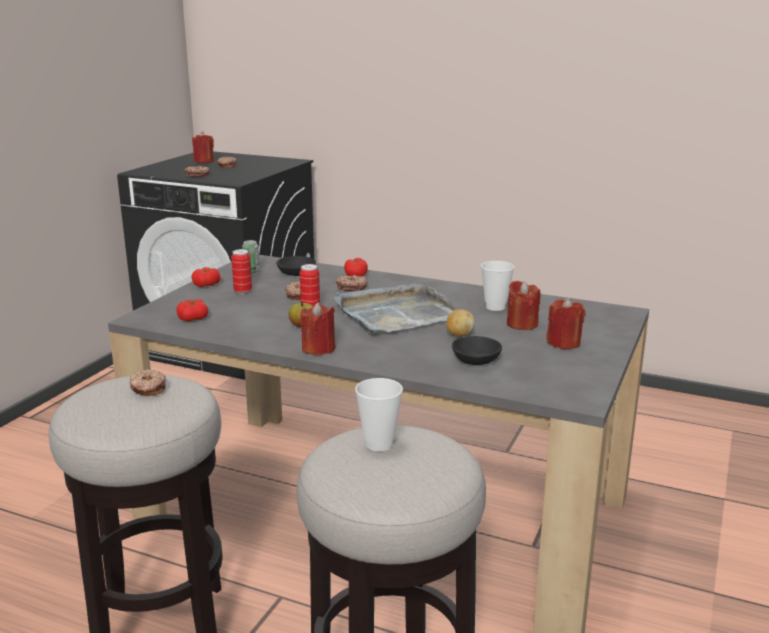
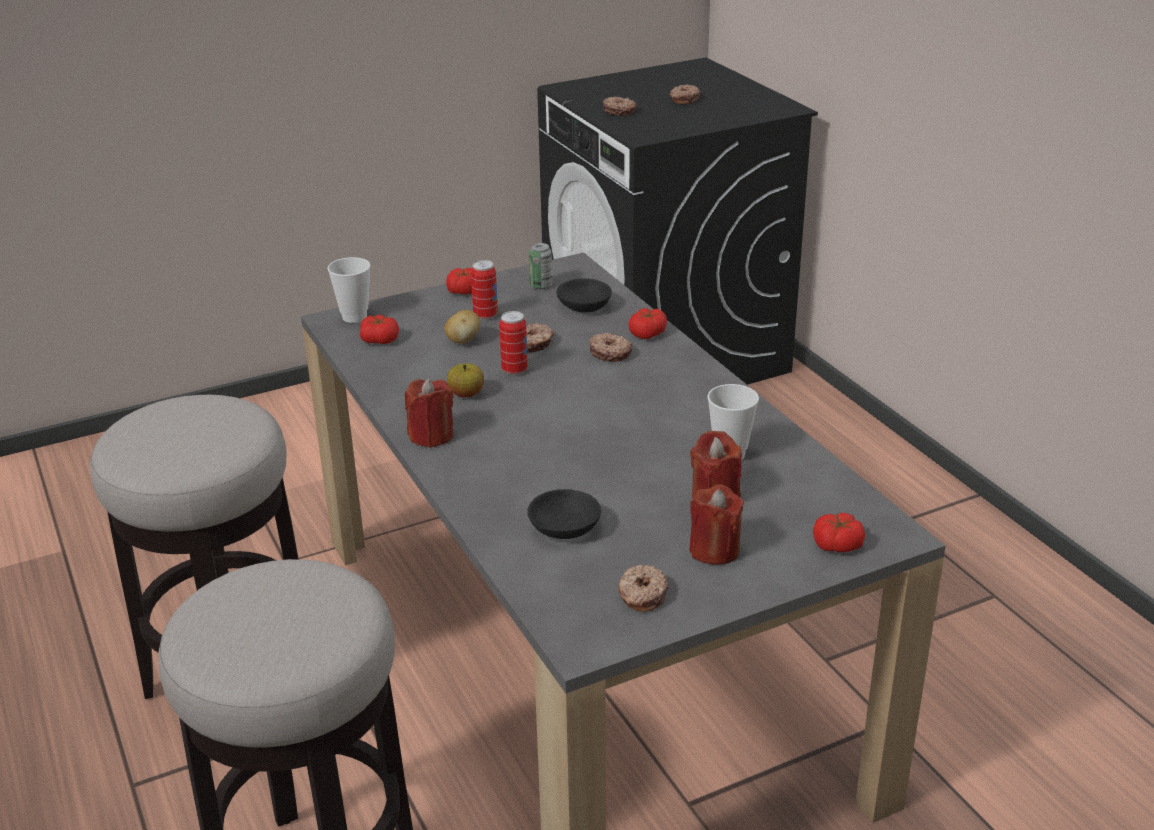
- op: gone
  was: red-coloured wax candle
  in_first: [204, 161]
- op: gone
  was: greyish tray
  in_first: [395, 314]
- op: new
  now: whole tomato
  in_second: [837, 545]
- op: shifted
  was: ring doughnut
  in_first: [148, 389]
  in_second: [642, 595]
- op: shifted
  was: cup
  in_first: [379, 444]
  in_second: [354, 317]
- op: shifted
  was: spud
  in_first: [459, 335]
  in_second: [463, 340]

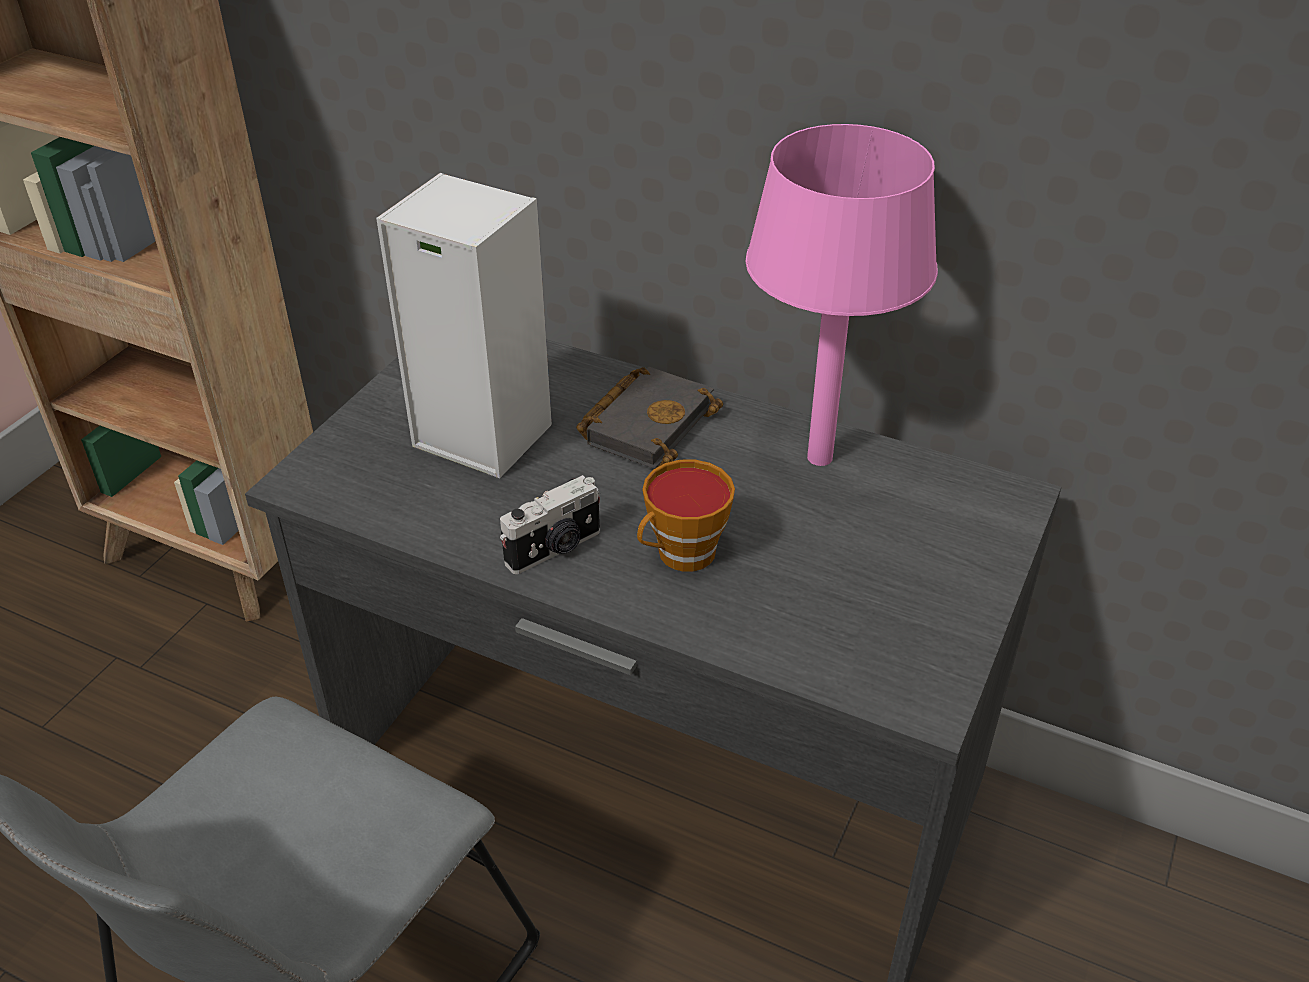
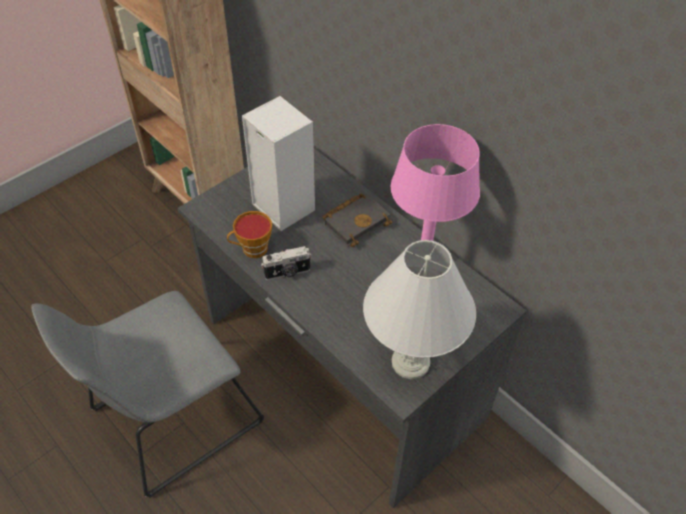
- op: new
  now: white table lamp
  in_second: [409, 362]
- op: shifted
  was: cup
  in_first: [681, 555]
  in_second: [252, 250]

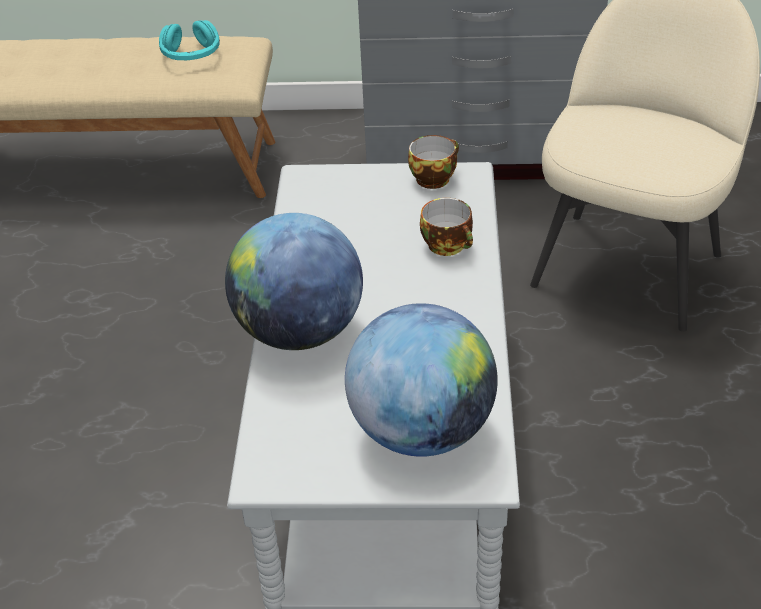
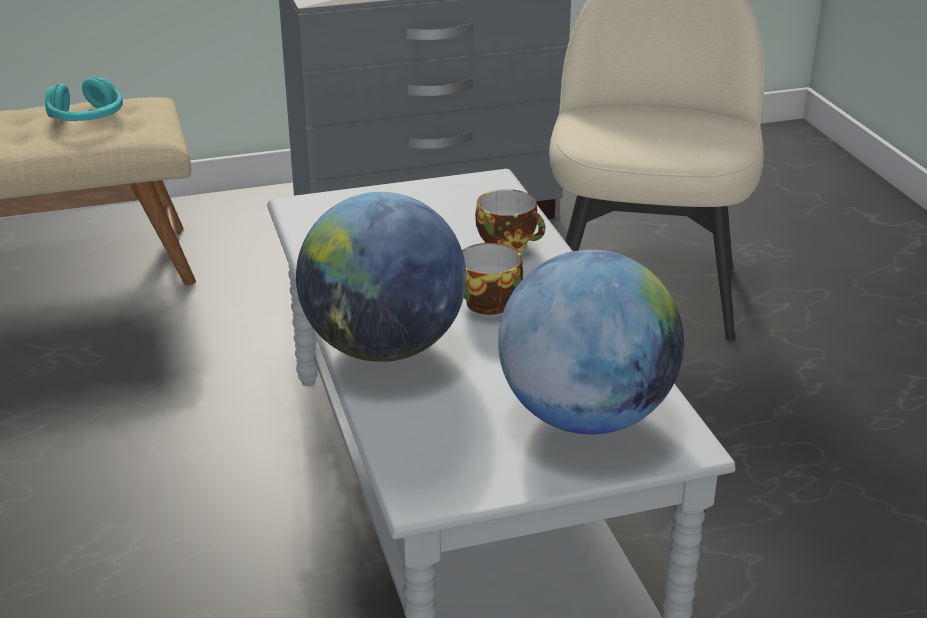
- op: shifted
  was: cup
  in_first: [433, 177]
  in_second: [489, 301]

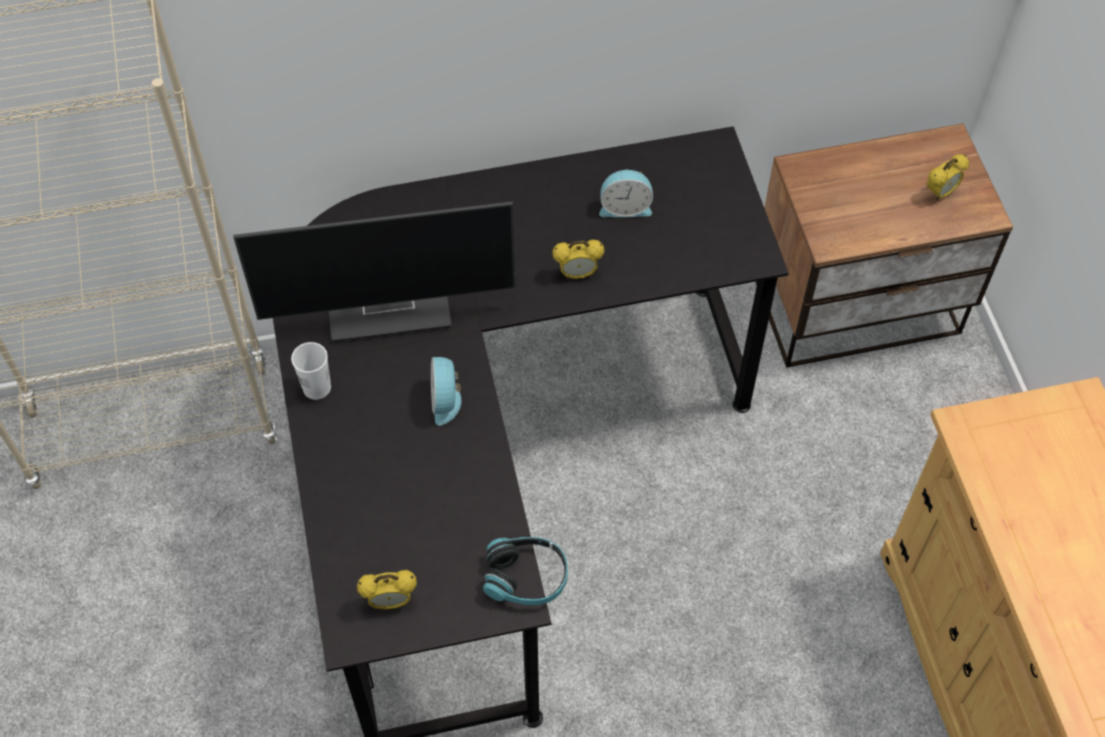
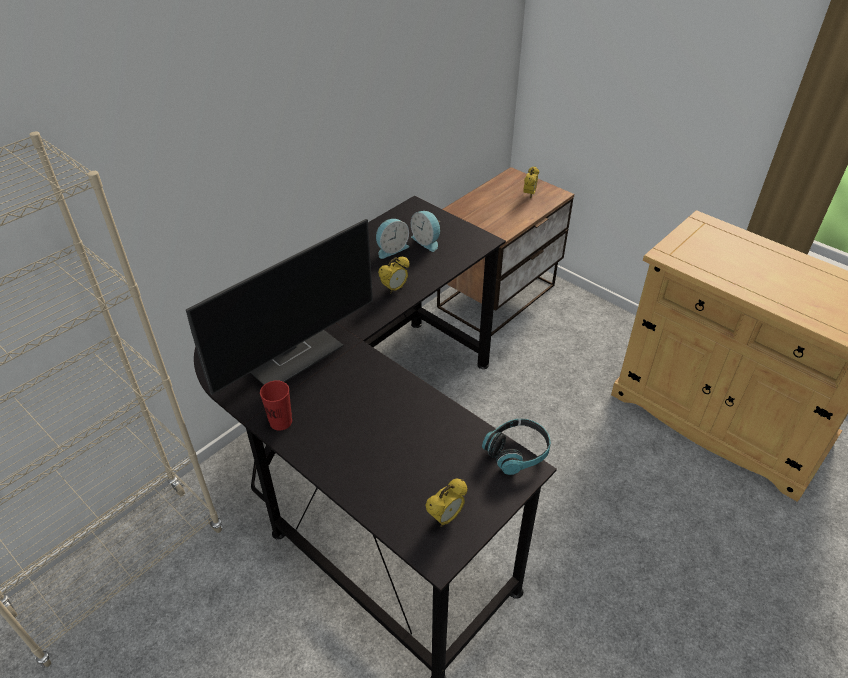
- op: shifted
  was: table clock
  in_first: [446, 400]
  in_second: [427, 241]
- op: repainted
  was: white cup
  now: red-coloured cup
  in_first: [317, 388]
  in_second: [281, 422]

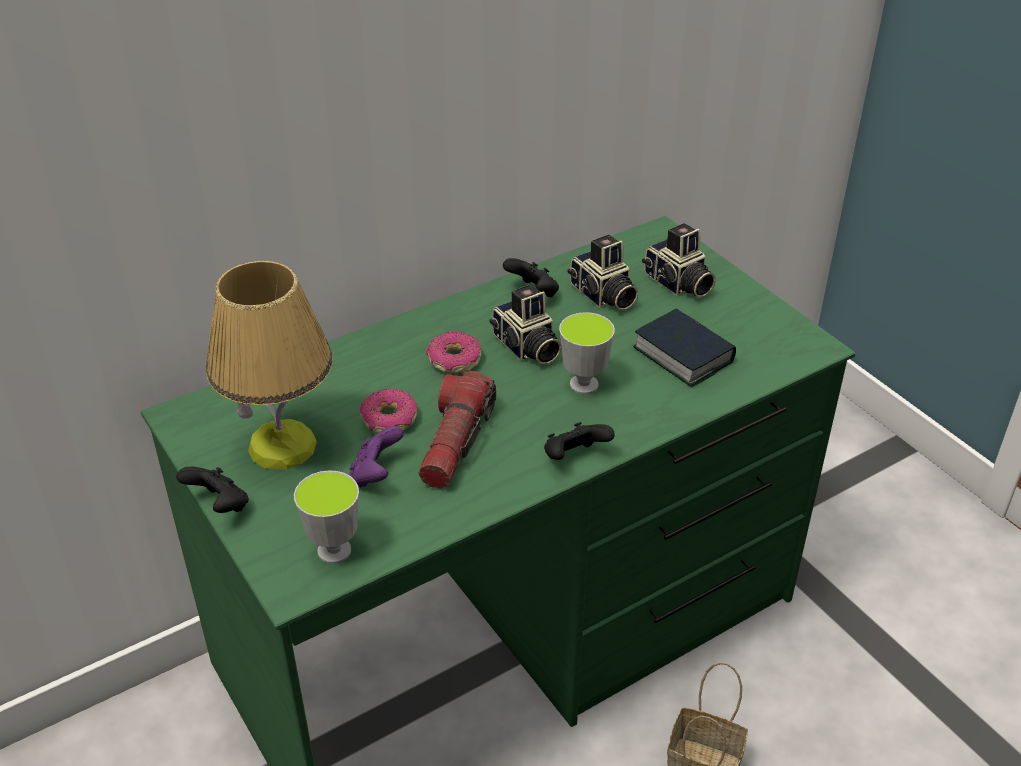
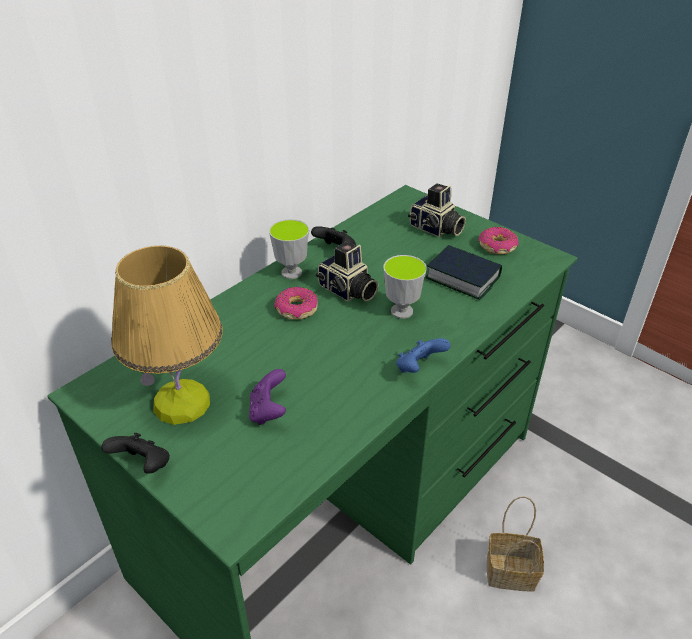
- op: gone
  was: flashlight
  in_first: [455, 442]
- op: gone
  was: photo camera
  in_first: [602, 296]
- op: shifted
  was: cup
  in_first: [334, 551]
  in_second: [291, 273]
- op: shifted
  was: ring doughnut
  in_first: [389, 420]
  in_second: [497, 246]
- op: repainted
  was: blackish gamepad
  now: bluish gamepad
  in_first: [574, 458]
  in_second: [419, 368]

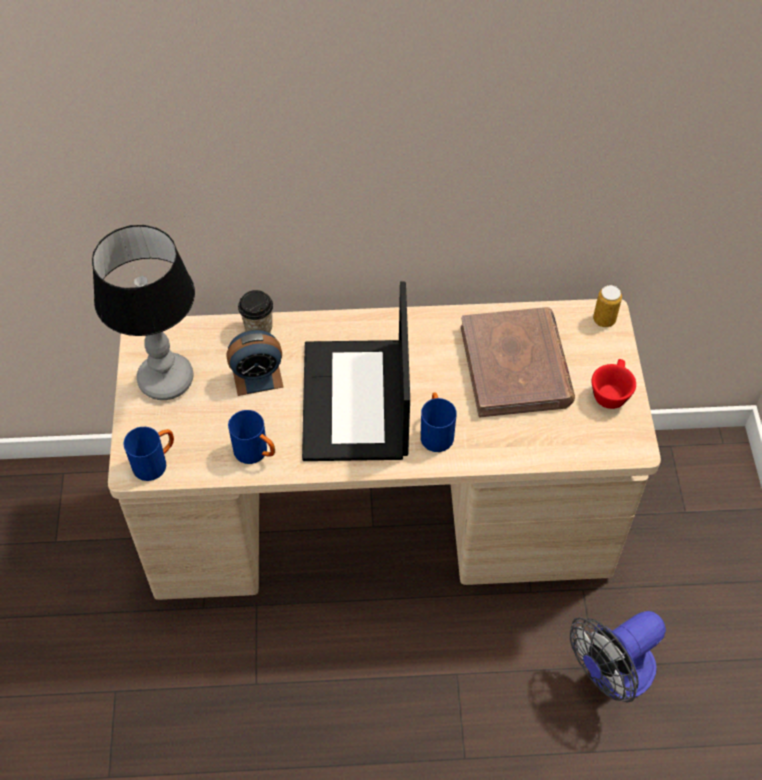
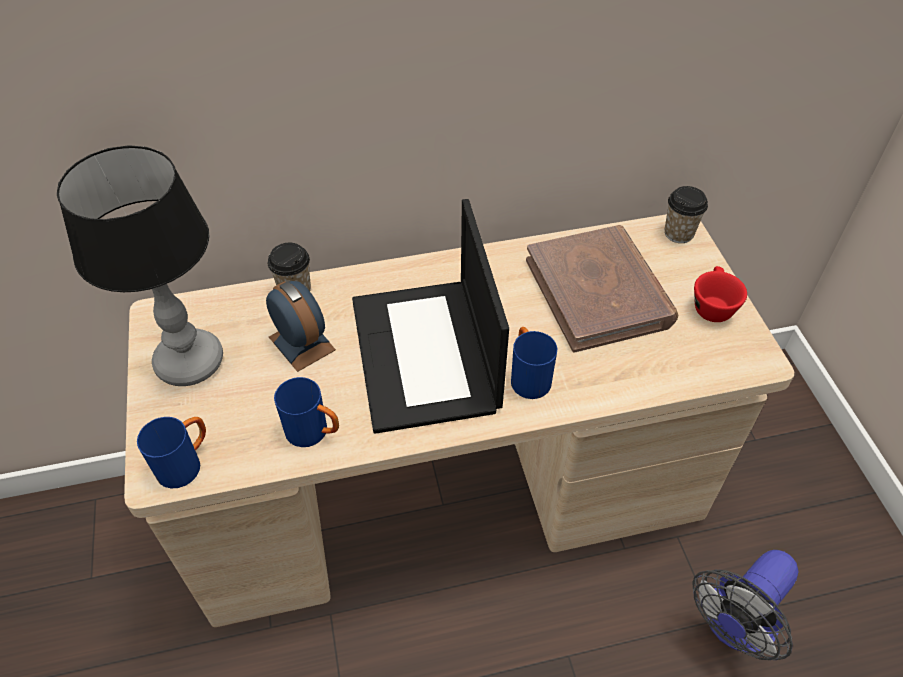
- op: swapped
  was: sealed can
  now: cup
  in_first: [604, 320]
  in_second: [678, 233]
- op: rotated
  was: table clock
  in_first: [257, 376]
  in_second: [302, 343]
  clockwise: -105

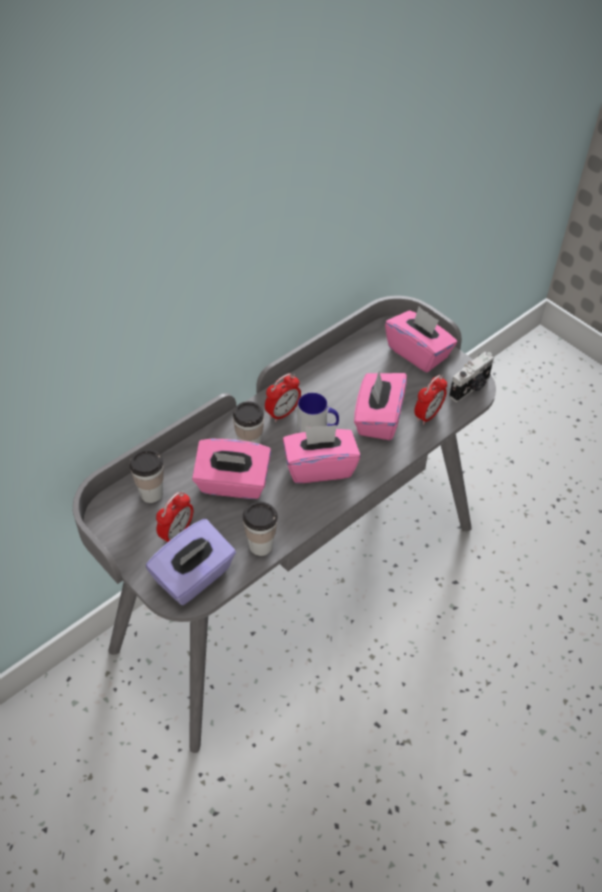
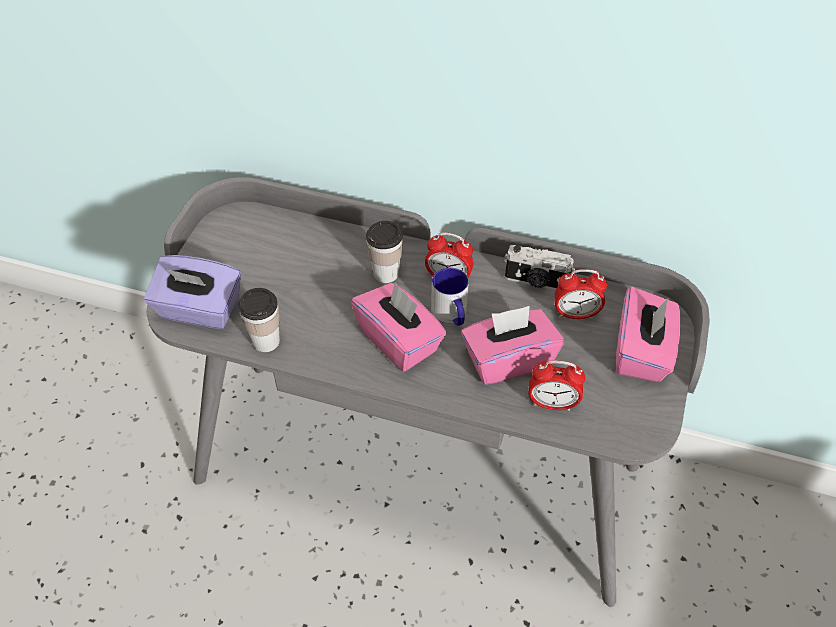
- op: gone
  was: cup
  in_first: [151, 493]
- op: gone
  was: pink tissue box
  in_first: [232, 484]
- op: shifted
  was: table clock
  in_first: [177, 533]
  in_second: [575, 314]
- op: shifted
  was: photo camera
  in_first: [470, 388]
  in_second: [536, 282]

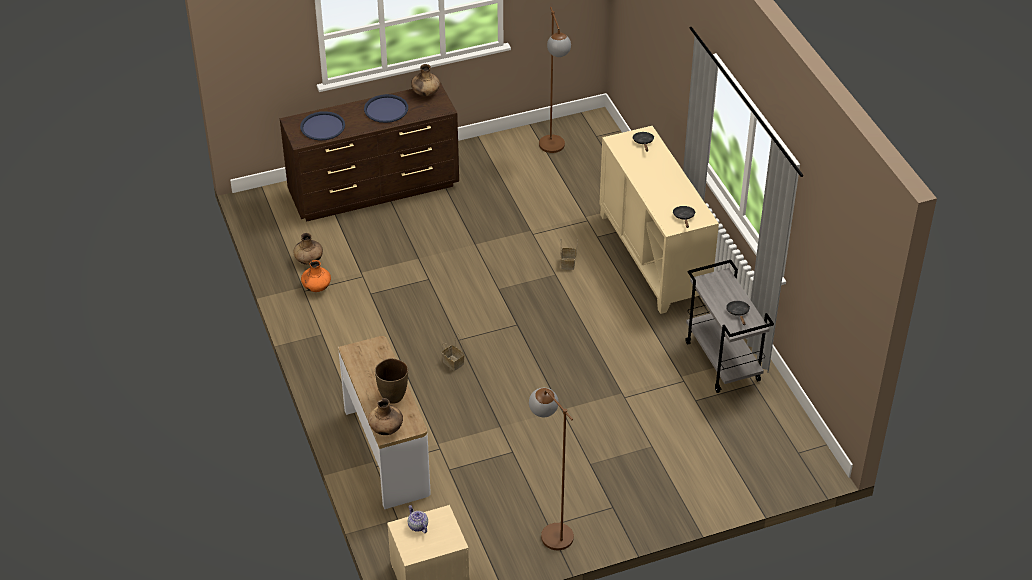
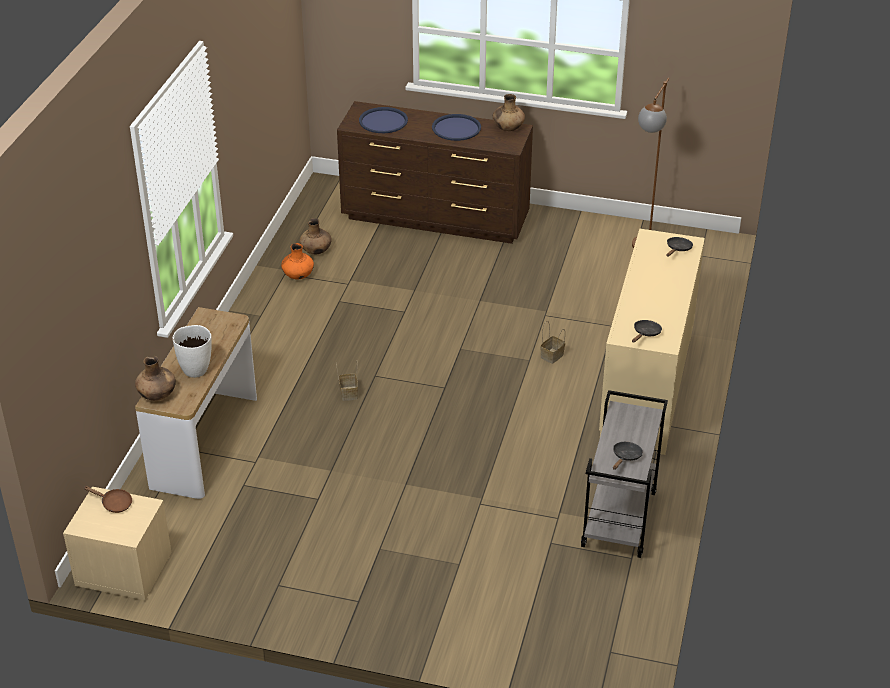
- op: gone
  was: brown standing lamp
  in_first: [550, 529]
- op: swapped
  was: pot for tea
  now: brown skillet
  in_first: [417, 526]
  in_second: [114, 503]
- op: repainted
  was: brown vase
  now: white vase
  in_first: [393, 396]
  in_second: [196, 370]

